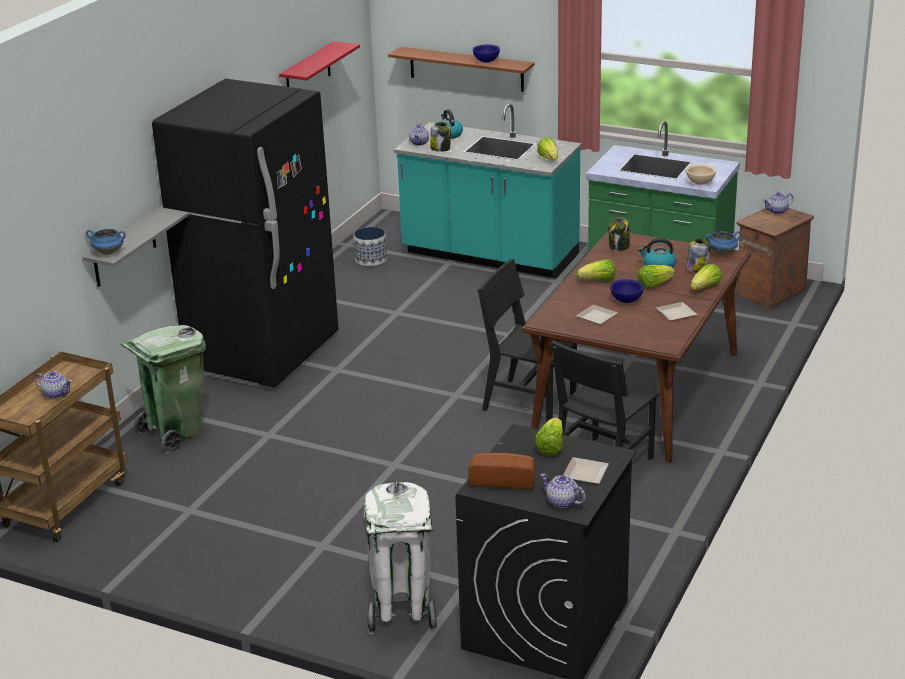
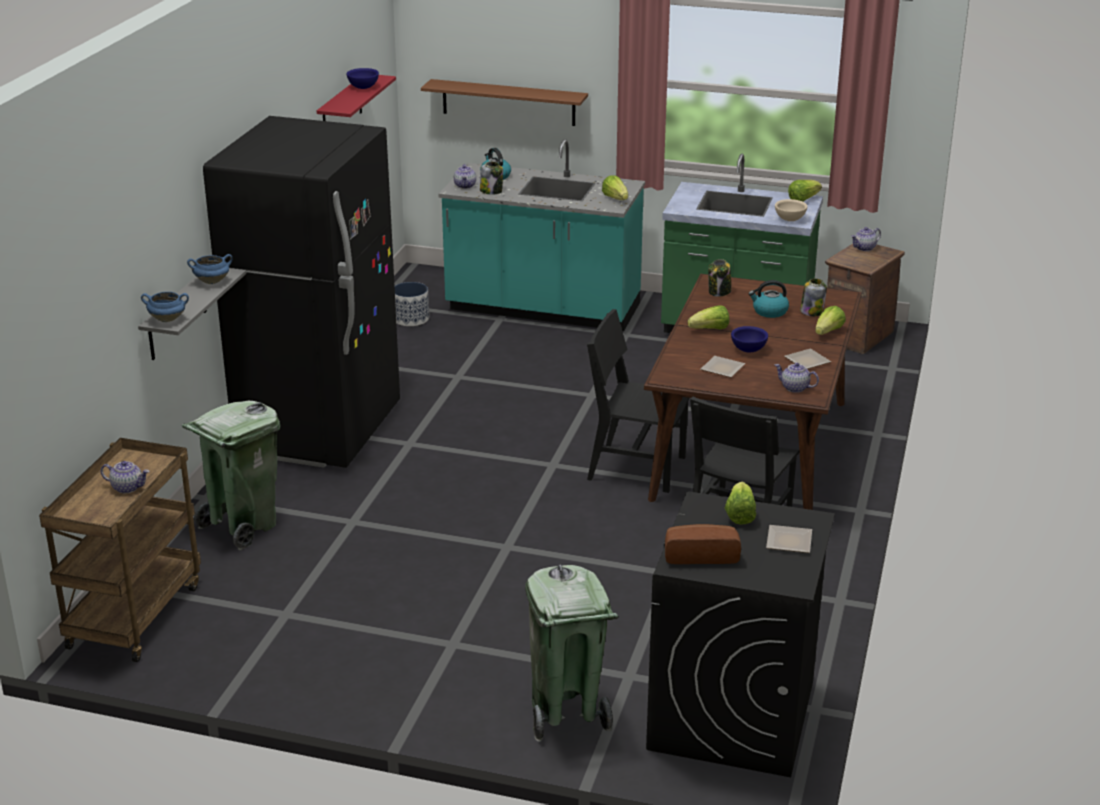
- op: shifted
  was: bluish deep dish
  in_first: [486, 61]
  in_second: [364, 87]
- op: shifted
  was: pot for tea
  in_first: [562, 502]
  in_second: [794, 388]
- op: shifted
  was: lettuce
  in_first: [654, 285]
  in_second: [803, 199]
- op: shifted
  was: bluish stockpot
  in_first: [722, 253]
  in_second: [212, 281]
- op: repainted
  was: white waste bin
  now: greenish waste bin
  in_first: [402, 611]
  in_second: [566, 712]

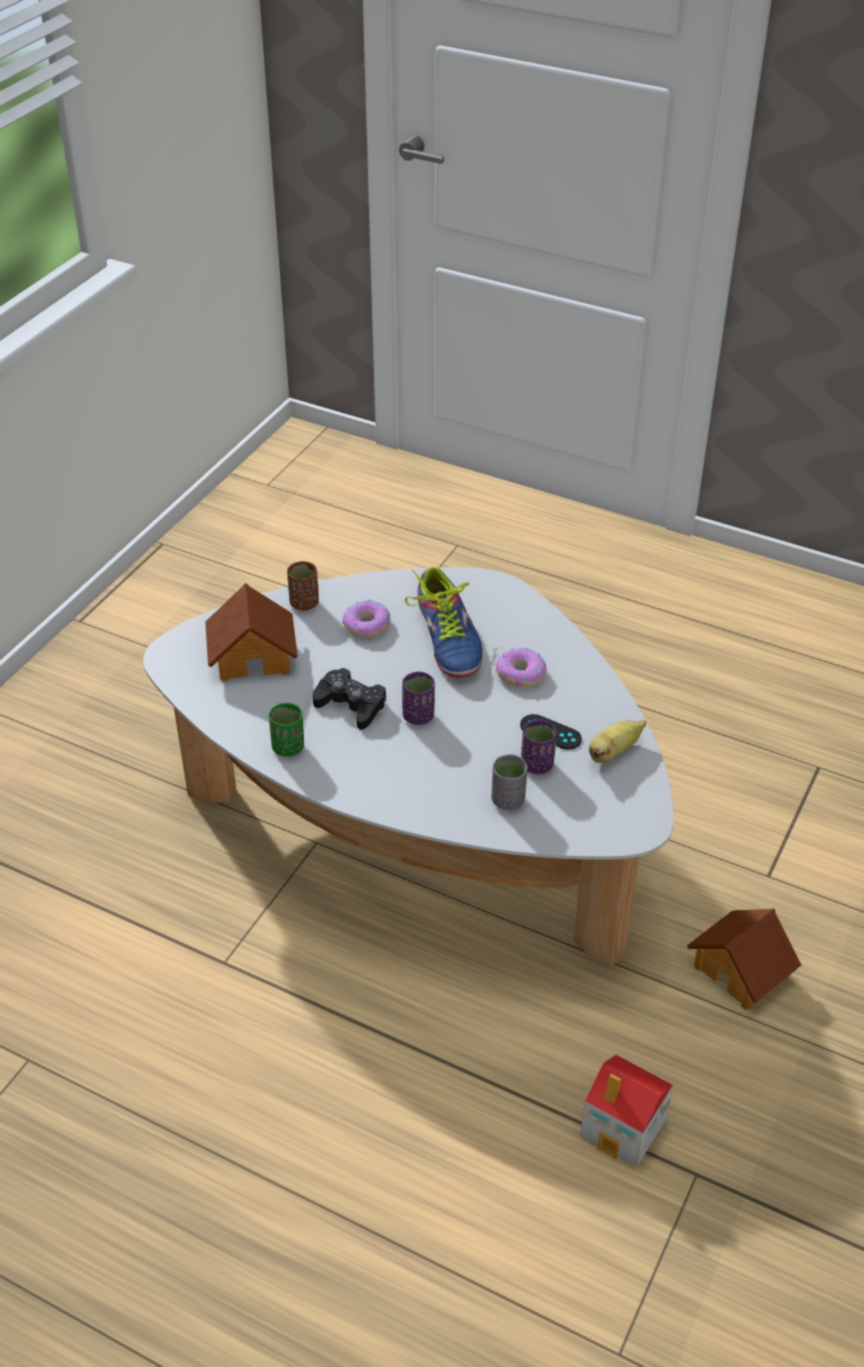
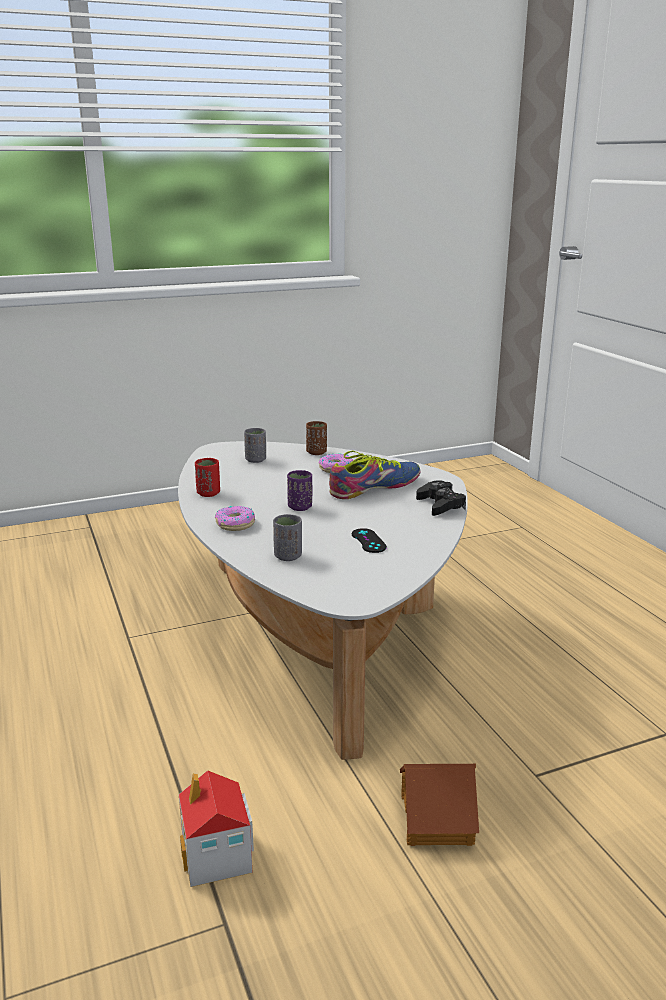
- op: gone
  was: purple cup
  in_first: [537, 765]
- op: gone
  was: banana
  in_first: [614, 752]
- op: shifted
  was: blackish gamepad
  in_first: [351, 705]
  in_second: [440, 505]
- op: shifted
  was: ring doughnut
  in_first: [520, 673]
  in_second: [235, 524]
- op: swapped
  was: model house
  now: greyish cup
  in_first: [253, 655]
  in_second: [256, 460]
- op: repainted
  was: greenish cup
  now: red-coloured cup
  in_first: [288, 747]
  in_second: [208, 493]
- op: rotated
  was: item of footwear
  in_first: [448, 638]
  in_second: [374, 487]
  clockwise: -150

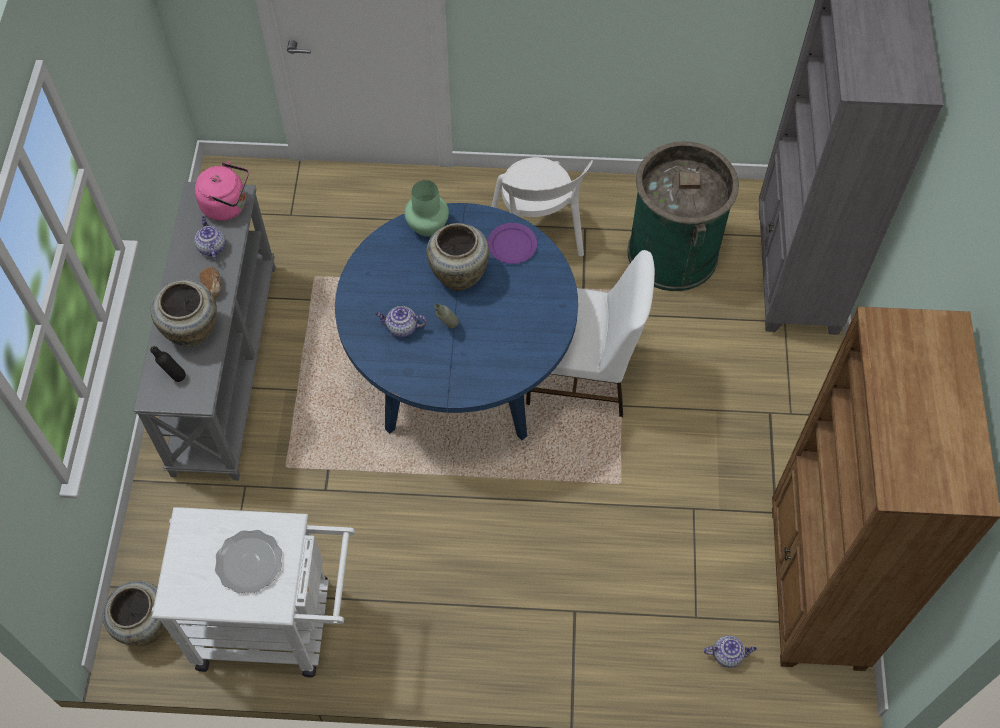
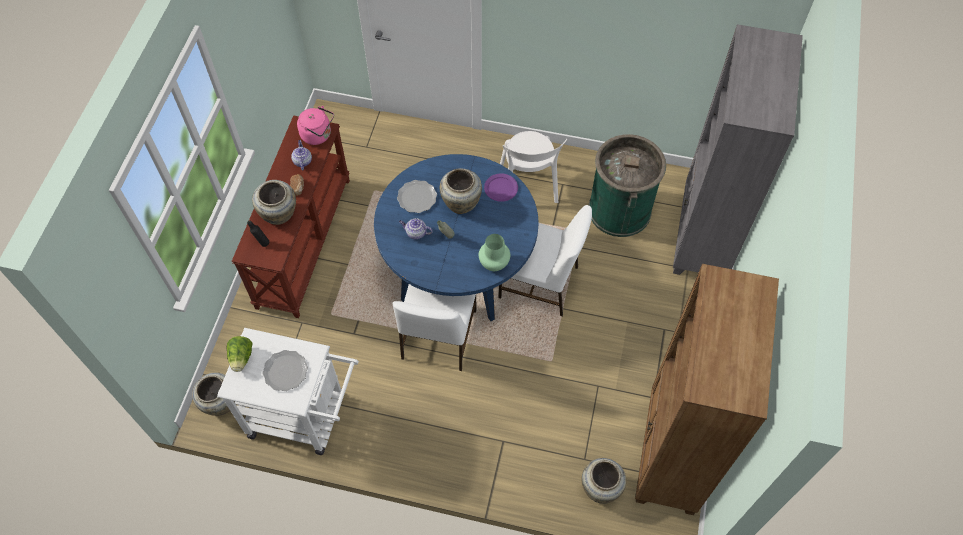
- op: new
  now: lettuce
  in_second: [241, 358]
- op: new
  now: white plain chair
  in_second: [438, 336]
- op: new
  now: flat dish
  in_second: [416, 197]
- op: shifted
  was: greenish vase
  in_first: [428, 225]
  in_second: [494, 263]
- op: swapped
  was: pot for tea
  now: sand-coloured vase
  in_first: [727, 654]
  in_second: [601, 488]
- op: repainted
  was: greyish narrow table
  now: brown narrow table
  in_first: [224, 366]
  in_second: [303, 241]

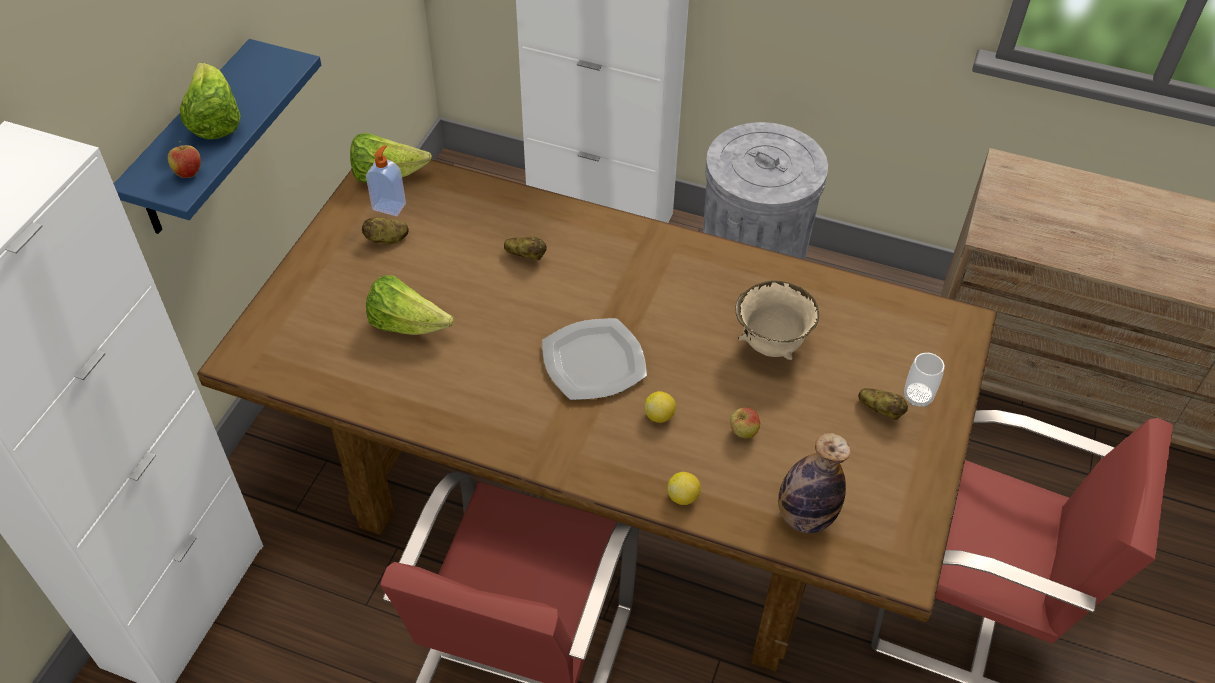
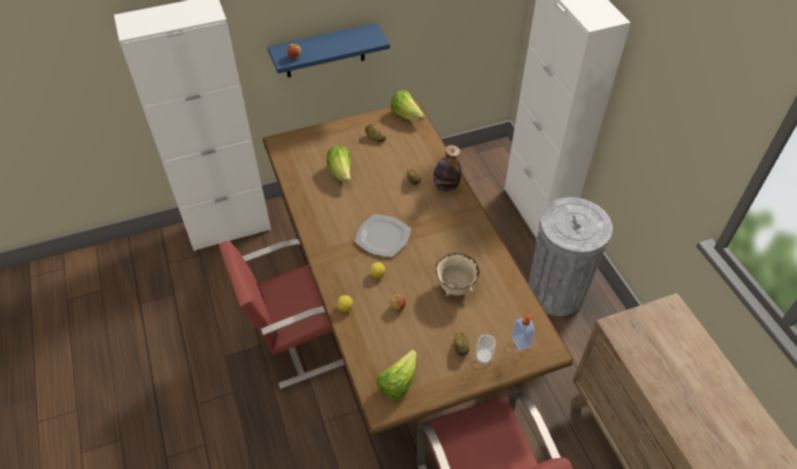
- op: shifted
  was: lettuce
  in_first: [214, 121]
  in_second: [398, 383]
- op: shifted
  was: soap dispenser
  in_first: [389, 206]
  in_second: [521, 341]
- op: shifted
  was: beverage bottle
  in_first: [805, 516]
  in_second: [446, 186]

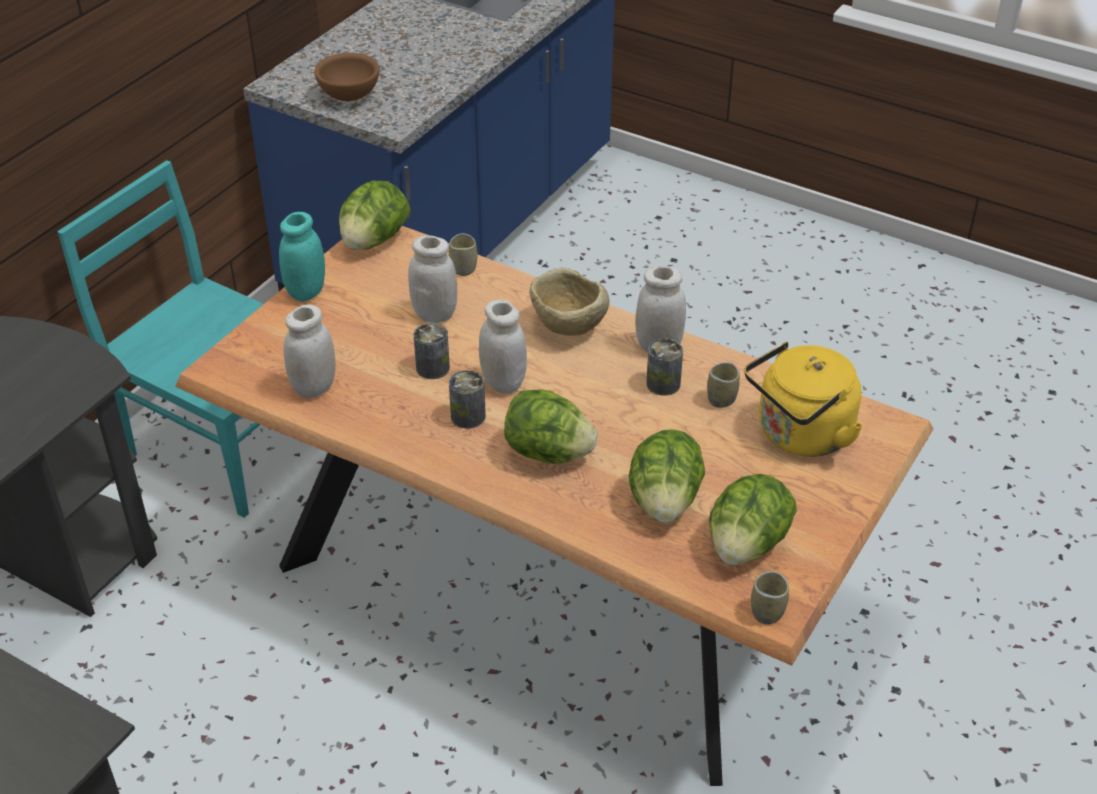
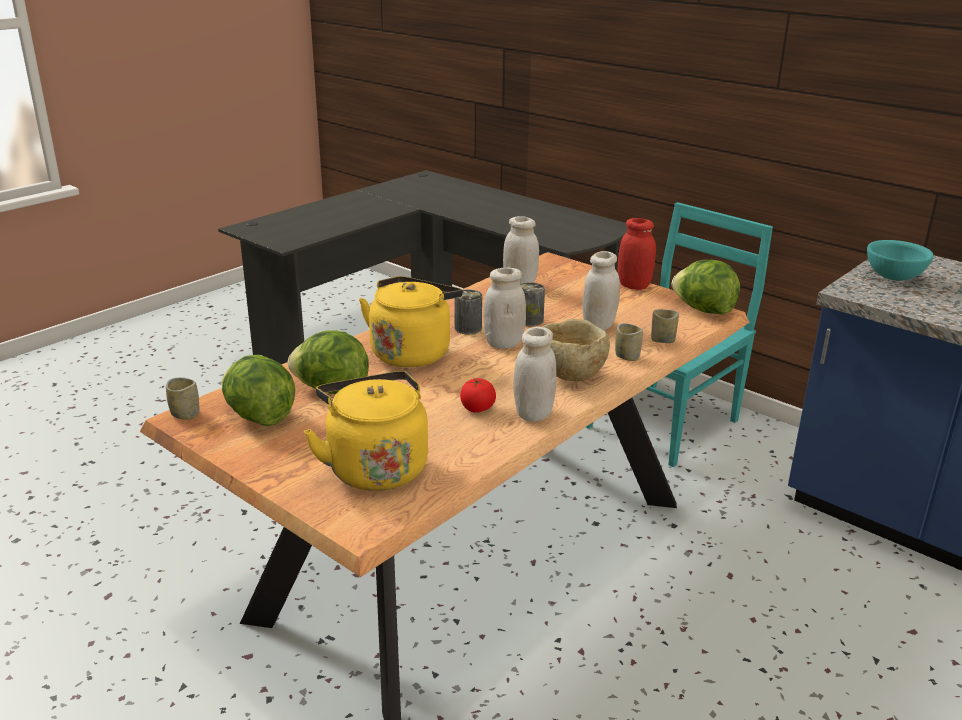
- op: shifted
  was: cup
  in_first: [721, 399]
  in_second: [627, 356]
- op: swapped
  was: lettuce
  now: yellow tea kettle
  in_first: [548, 453]
  in_second: [412, 352]
- op: swapped
  was: sealed can
  now: whole tomato
  in_first: [663, 384]
  in_second: [477, 408]
- op: repainted
  was: blue-green jar
  now: red-coloured jar
  in_first: [306, 291]
  in_second: [634, 286]
- op: repainted
  was: brown deep dish
  now: blue-green deep dish
  in_first: [350, 95]
  in_second: [894, 278]

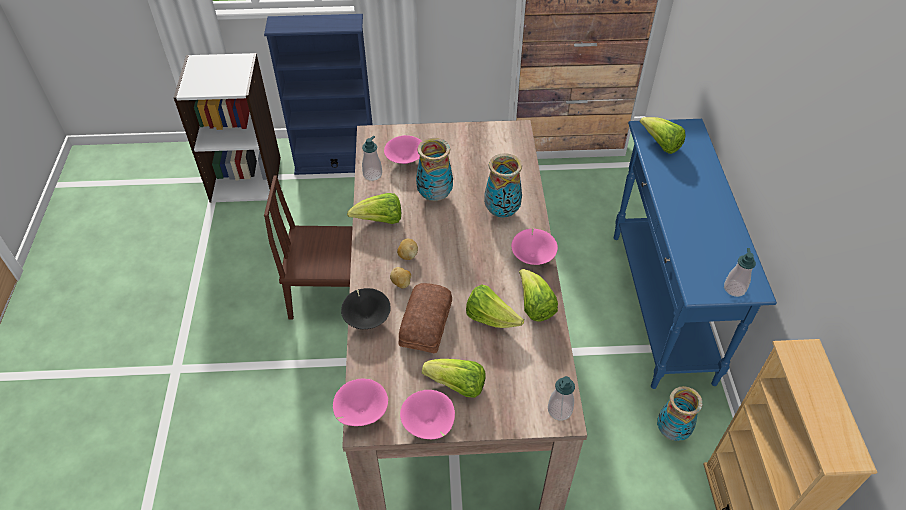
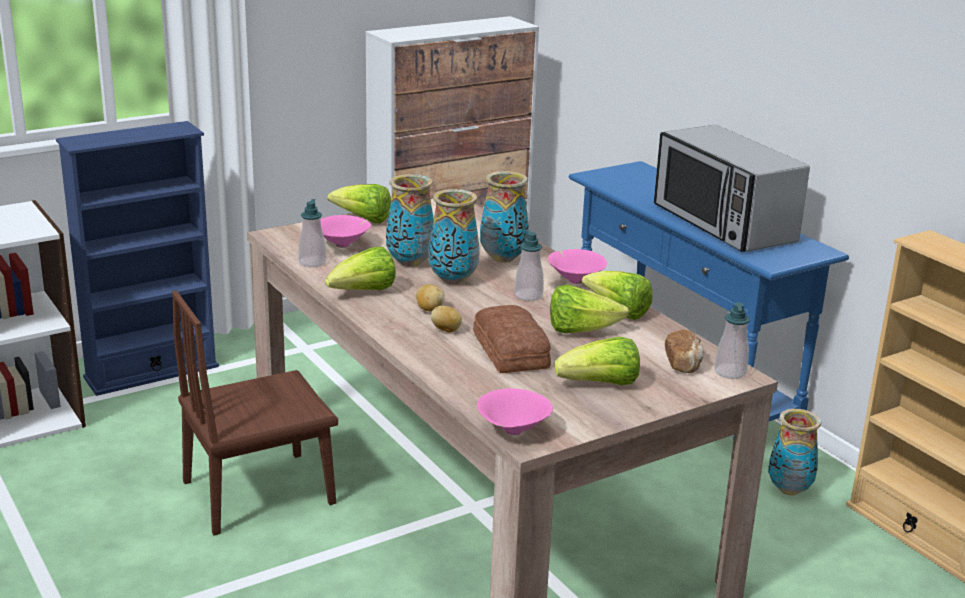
- op: gone
  was: blackish deep dish
  in_first: [367, 318]
- op: gone
  was: pink deep dish
  in_first: [428, 424]
- op: new
  now: vase
  in_second: [452, 280]
- op: new
  now: kitchen microwave
  in_second: [723, 224]
- op: new
  now: bakery bread
  in_second: [683, 363]
- op: shifted
  was: lettuce
  in_first: [660, 144]
  in_second: [363, 220]
- op: shifted
  was: soap dispenser
  in_first: [734, 288]
  in_second: [528, 295]

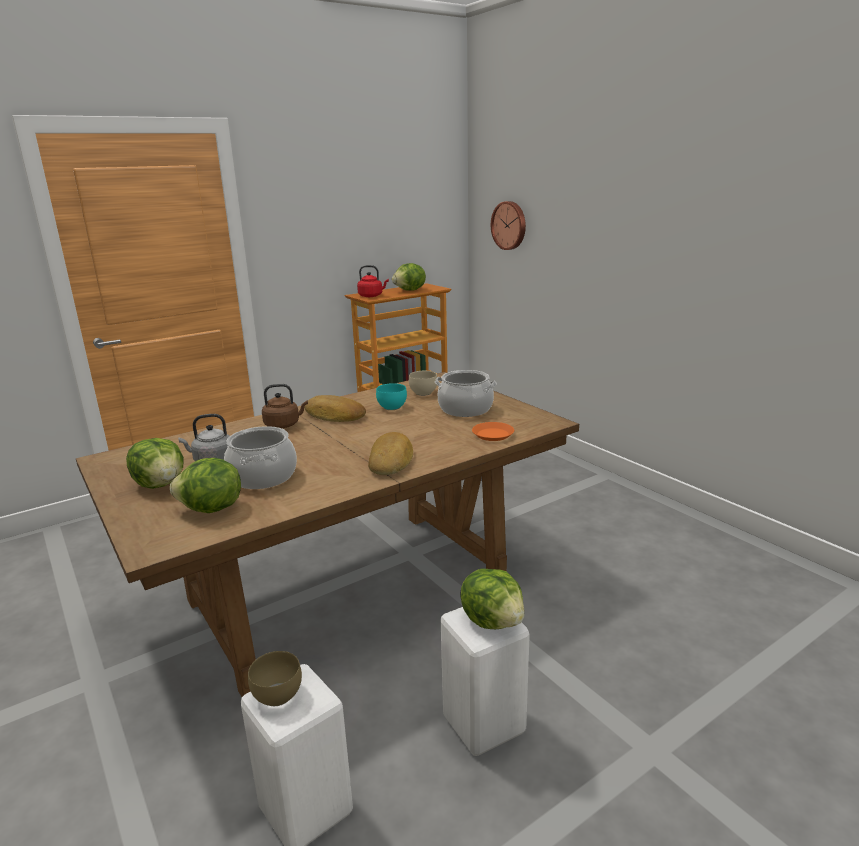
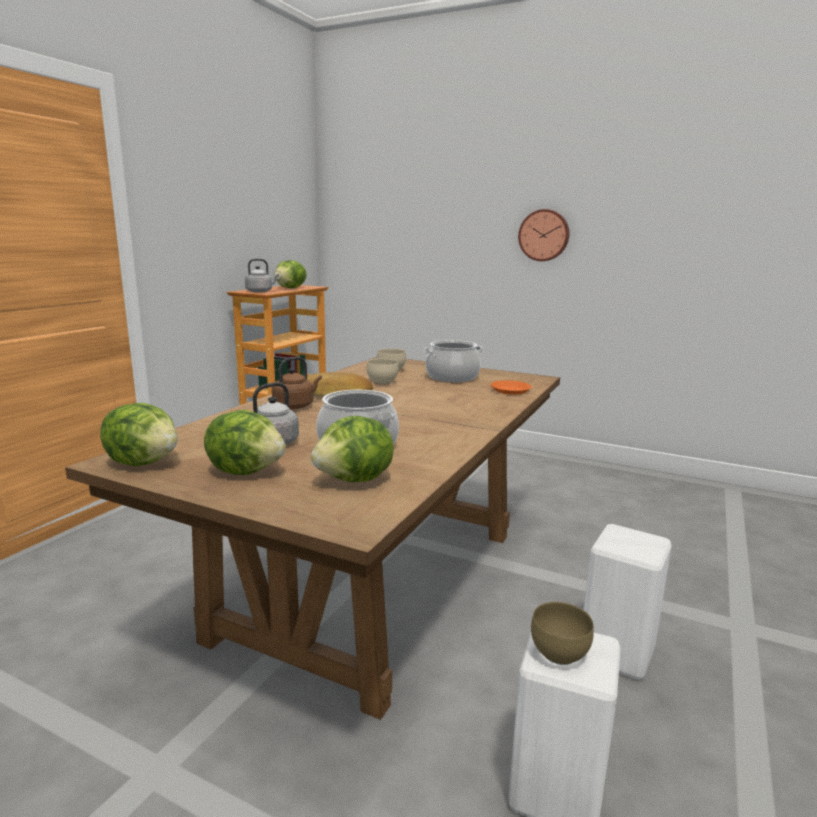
- op: gone
  was: bakery bread
  in_first: [392, 460]
- op: shifted
  was: lettuce
  in_first: [493, 620]
  in_second: [144, 462]
- op: shifted
  was: wall clock
  in_first: [509, 225]
  in_second: [544, 235]
- op: repainted
  was: red-coloured tea kettle
  now: greyish tea kettle
  in_first: [372, 296]
  in_second: [260, 291]
- op: repainted
  was: blue-green deep dish
  now: sand-coloured deep dish
  in_first: [392, 407]
  in_second: [381, 382]

